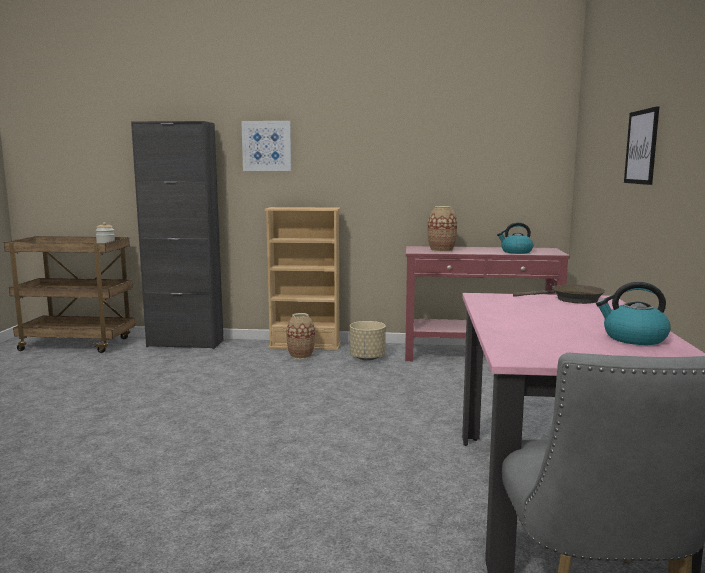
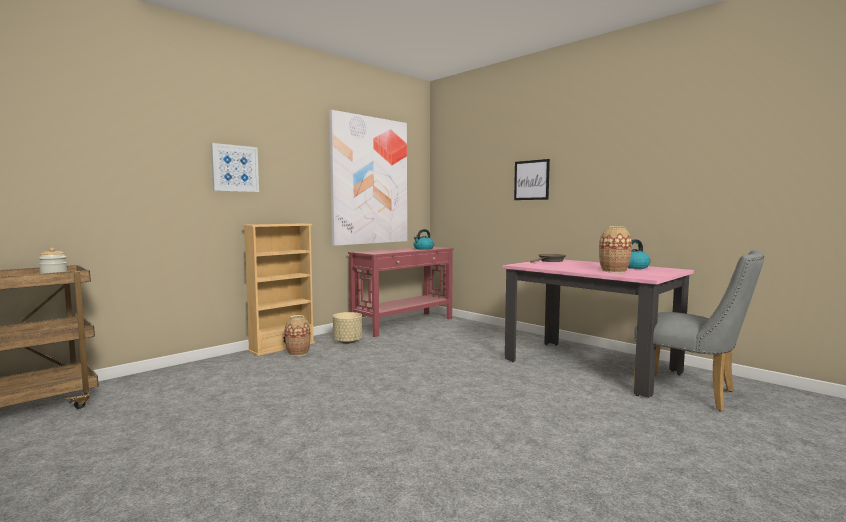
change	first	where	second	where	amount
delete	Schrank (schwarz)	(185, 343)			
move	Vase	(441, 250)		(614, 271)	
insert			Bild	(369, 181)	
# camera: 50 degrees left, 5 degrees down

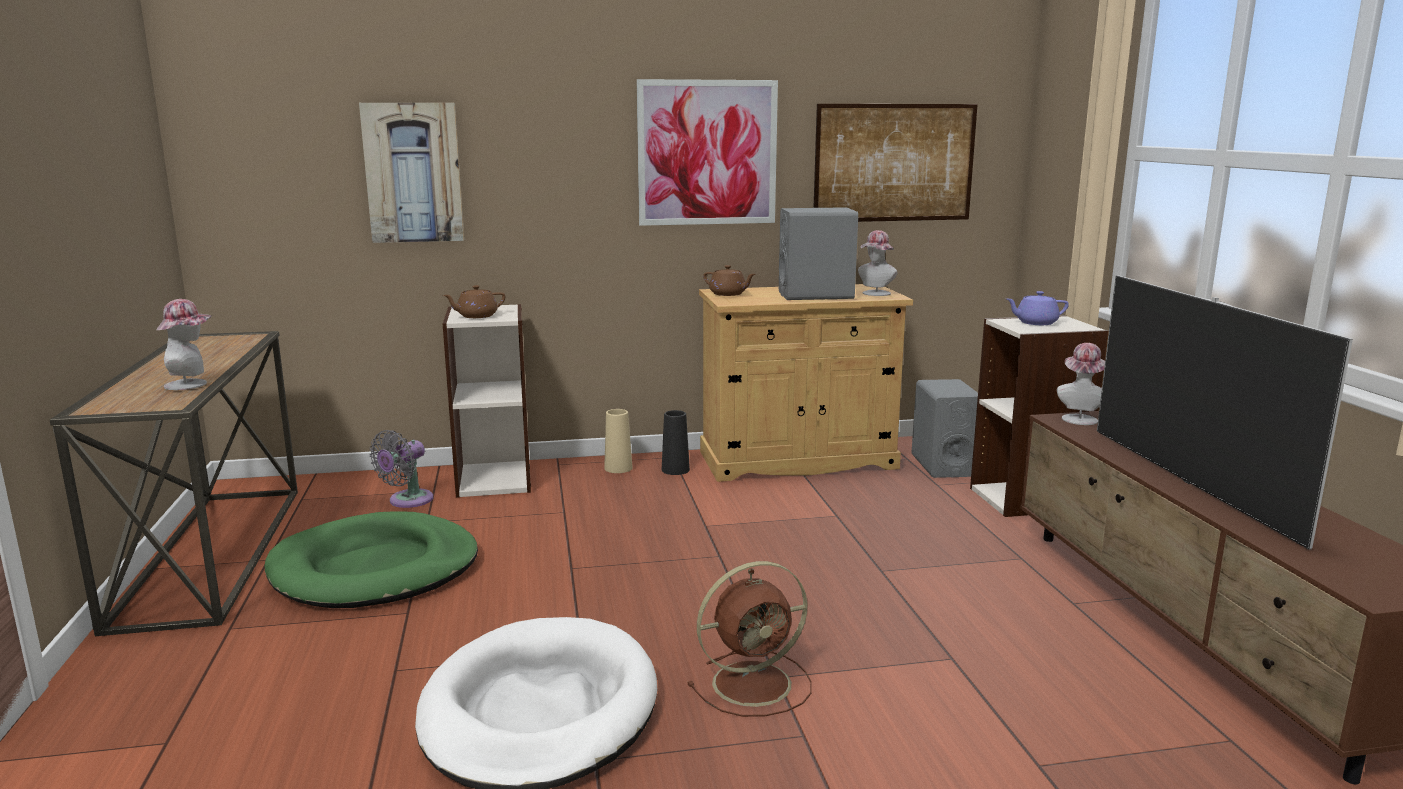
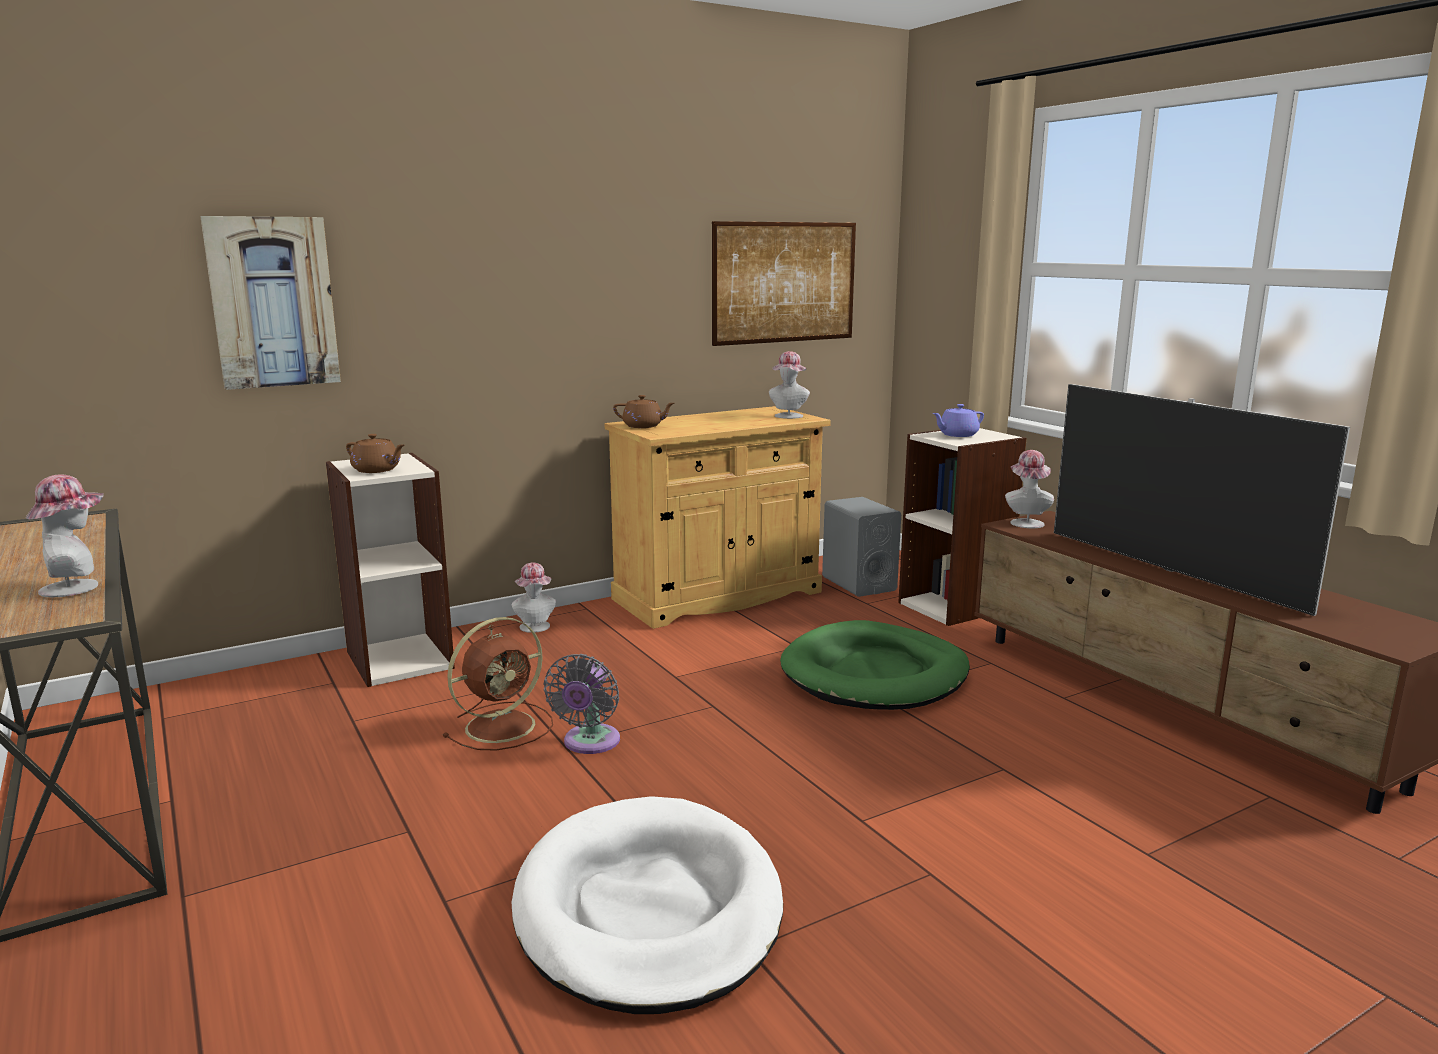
change	first	where	second	where	amount
delete	Bild	(707, 153)			
delete	Lautsprecher (grau)	(816, 295)			
rotate	Teekanne (braun)	(476, 316)		(377, 470)	105 degrees counterclockwise
replace	Vase (beige)	(618, 468)	Hut	(535, 628)	
delete	Vase (schwarz)	(675, 470)			
move	Ventilator (grau)	(407, 501)		(589, 743)	
move	Hundebett (grün)	(375, 569)		(875, 674)	
move	Ventilator (braun)	(755, 683)		(503, 726)	
# camera: 20 degrees left, 0 degrees up

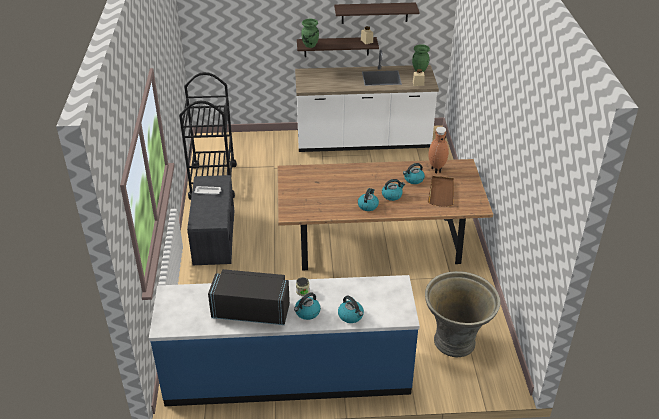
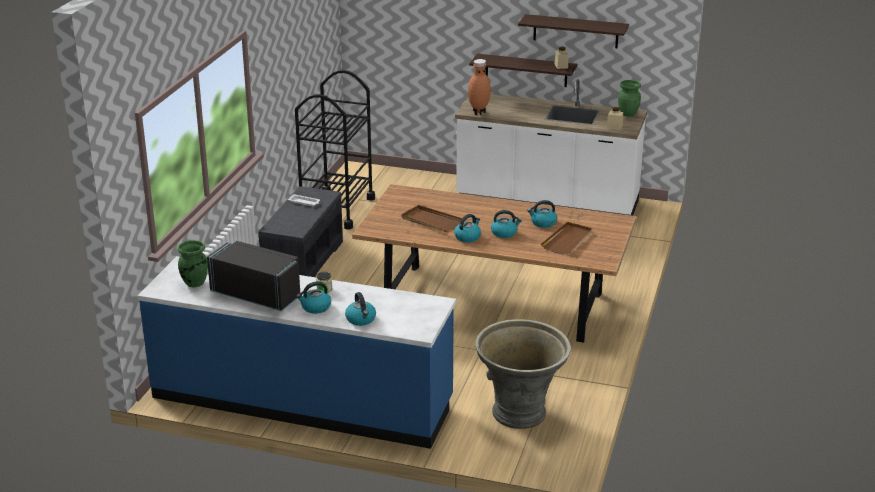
change	first	where	second	where	amount
move	Vase (grün)	(310, 45)		(194, 283)	
move	Vase (braun)	(436, 169)		(478, 112)	
insert			Tablett (braun)	(431, 221)	
# camera: 20 degrees right, 10 degrees down

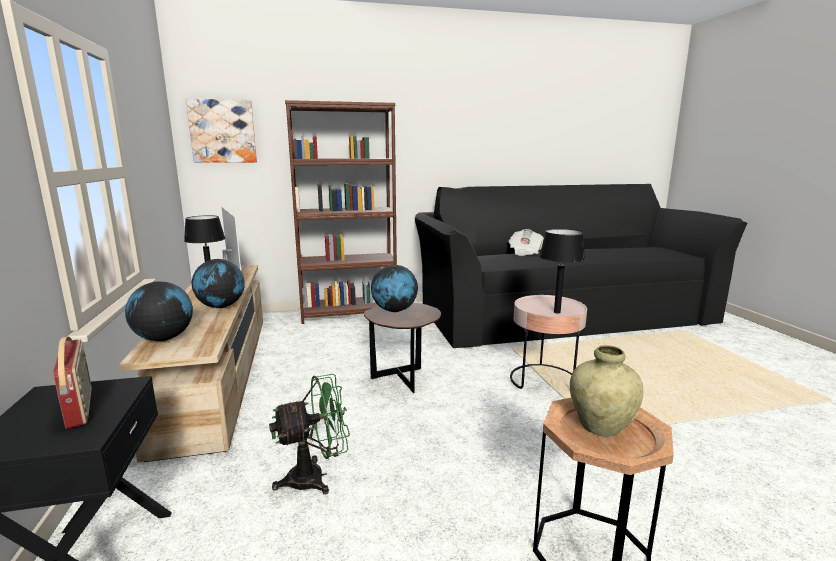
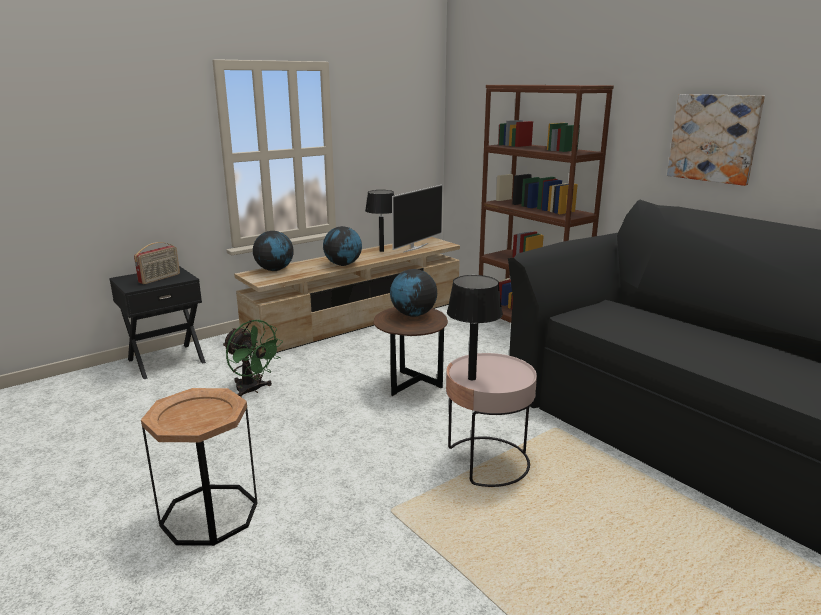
change	first	where	second	where	amount
move	Bild	(223, 131)		(714, 138)	
delete	Zeitung	(525, 252)			
delete	Vase (beige)	(600, 427)			
# camera: 65 degrees right, 5 degrees up

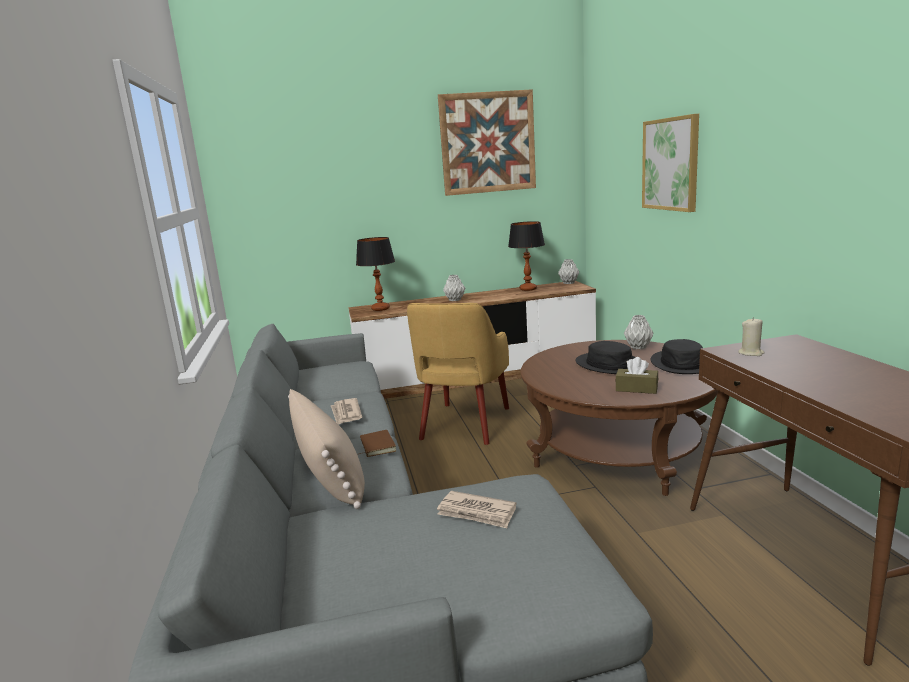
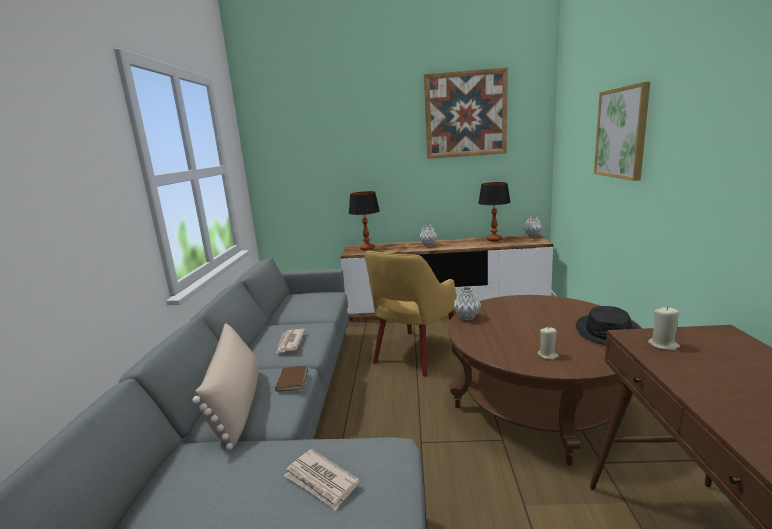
change	first	where	second	where	amount
move	Vase (grau)	(638, 347)		(467, 317)	
delete	Hut (schwarz)	(609, 364)			
replace	Taschentuchbox (braun)	(636, 388)	Kerze (beige)	(547, 355)	
# camera: 15 degrees right, 0 degrees up

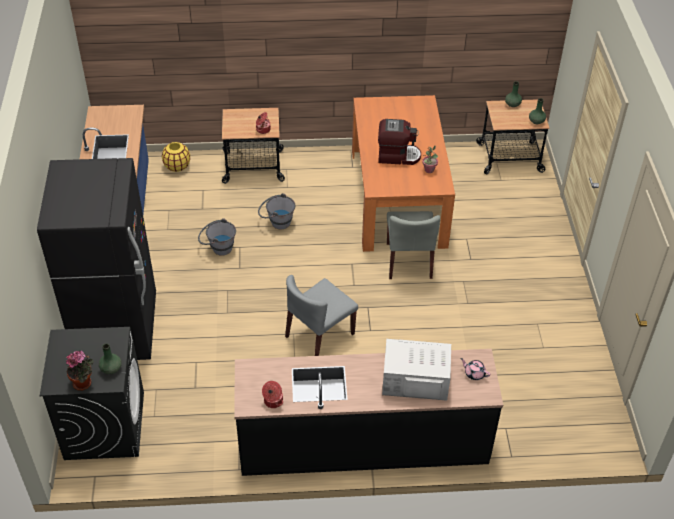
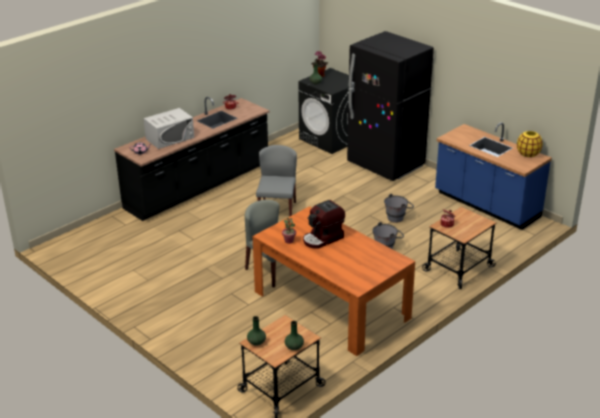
change	first	where	second	where	amount
move	Vase (gelb)	(177, 167)		(528, 154)	
# camera: 140 degrees right, 15 degrees down

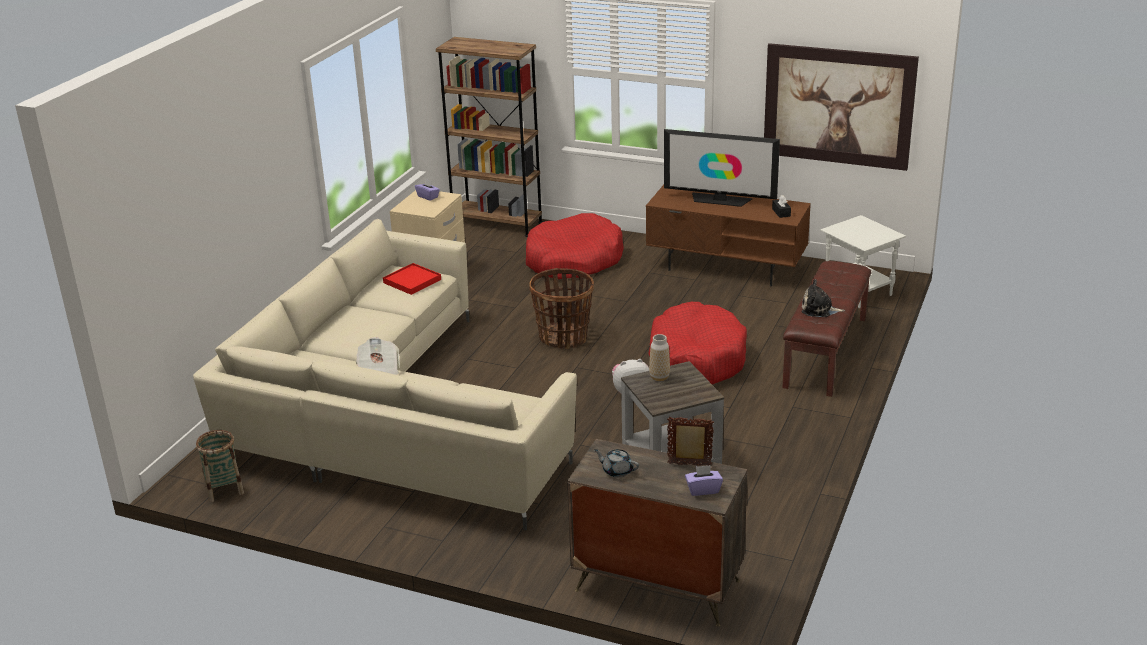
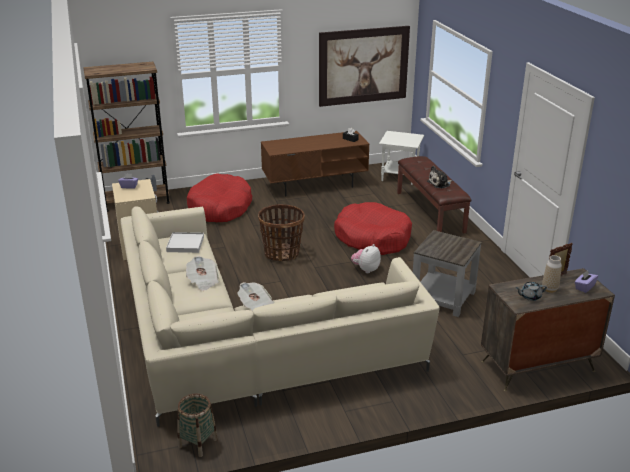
change	first	where	second	where	amount
delete	Fernseher	(720, 200)			
recolor	Tablett (rot)	(412, 281)	Tablett (weiß)	(185, 244)	
move	Vase	(659, 377)		(549, 289)	
insert			Zeitung	(203, 281)	
# camera: 40 degrees left, 0 degrees up

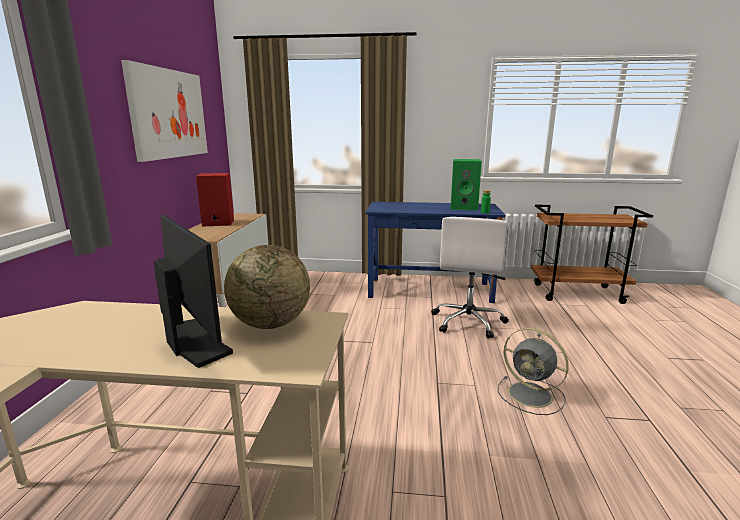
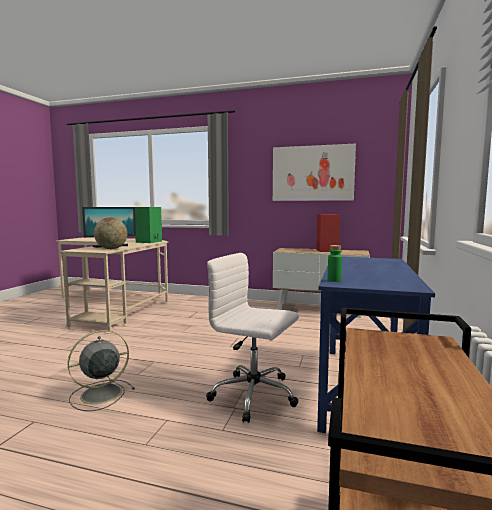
change	first	where	second	where	amount
move	Lautsprecher (grün)	(464, 207)		(149, 242)	
# camera: 100 degrees right, 10 degrees down

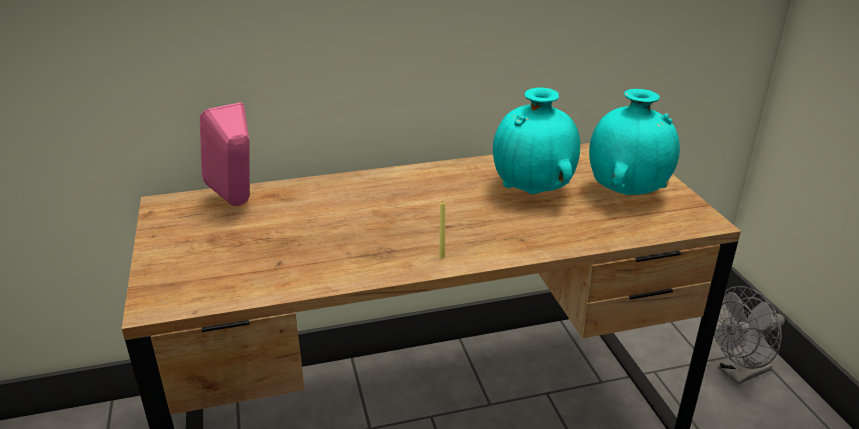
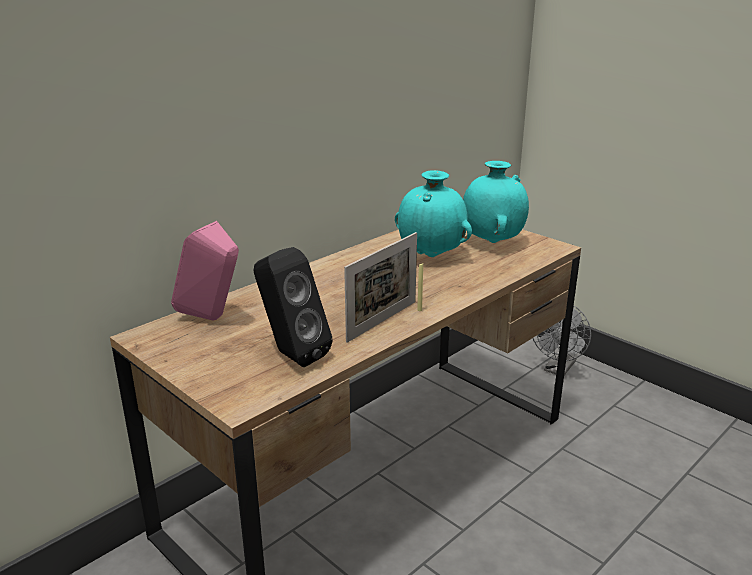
change	first	where	second	where	amount
insert			Bilderrahmen	(382, 321)	
insert			Lautsprecher (schwarz)	(291, 355)	
# camera: 30 degrees left, 5 degrees down

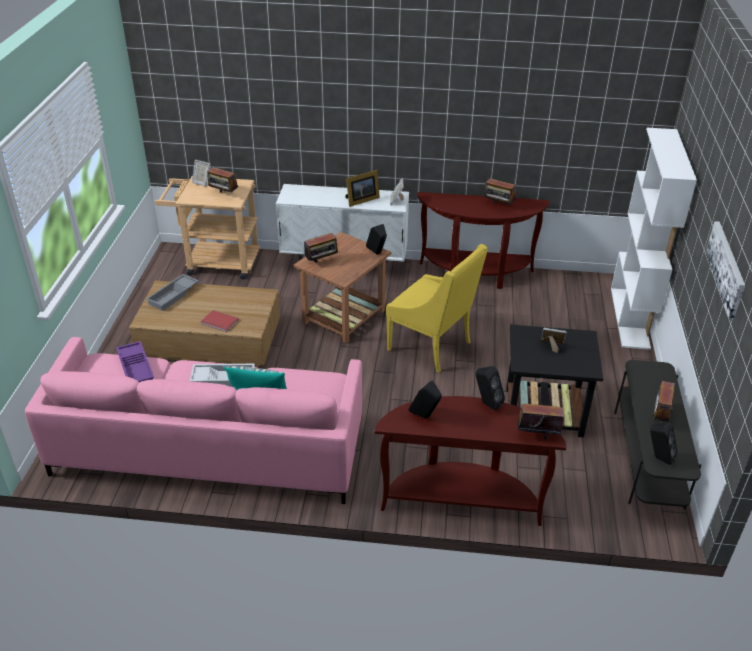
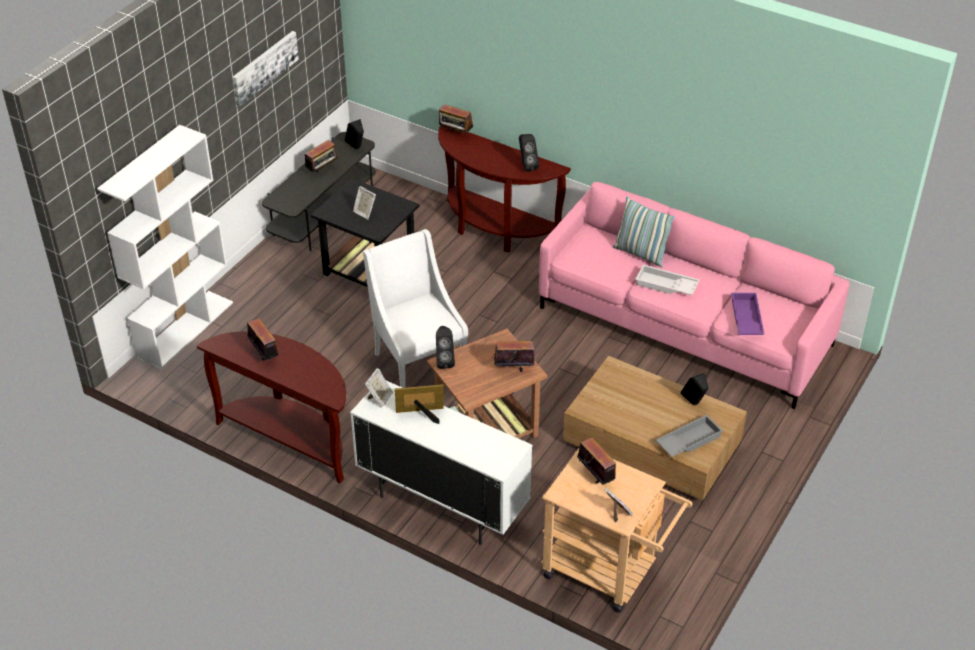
change	first	where	second	where	amount
recolor	Sessel (gelb)	(432, 346)	Sessel (weiß)	(417, 362)	
delete	Buch (rot)	(219, 323)			
move	Lautsprecher (schwarz)	(486, 403)		(694, 403)	
# camera: 155 degrees left, 5 degrees up

